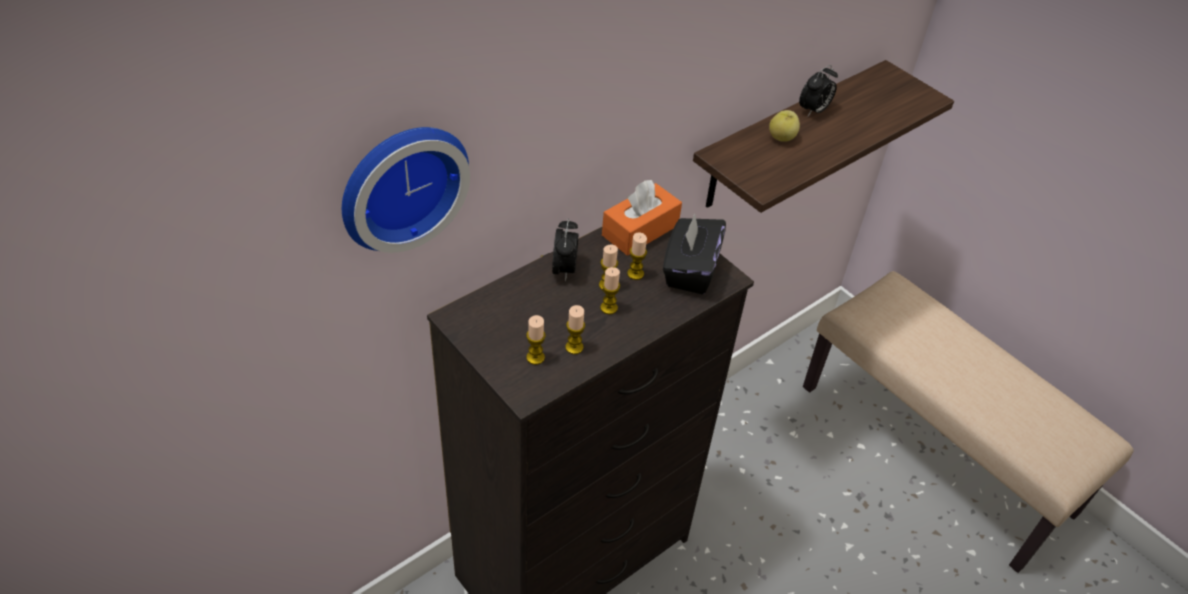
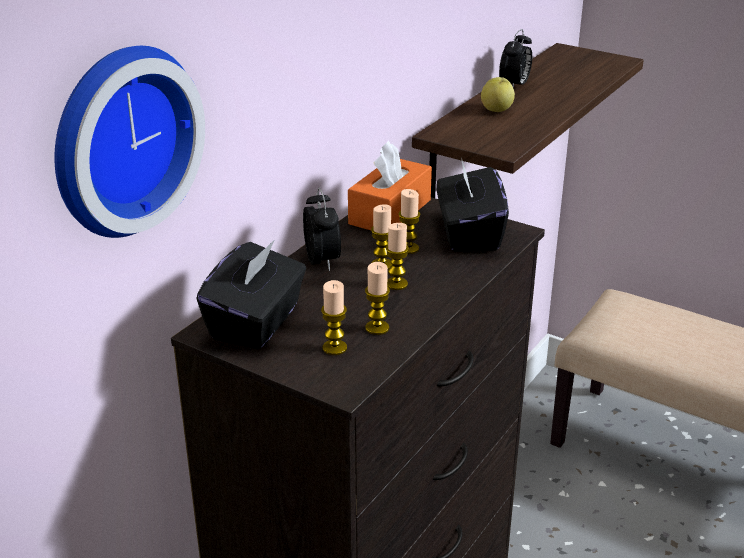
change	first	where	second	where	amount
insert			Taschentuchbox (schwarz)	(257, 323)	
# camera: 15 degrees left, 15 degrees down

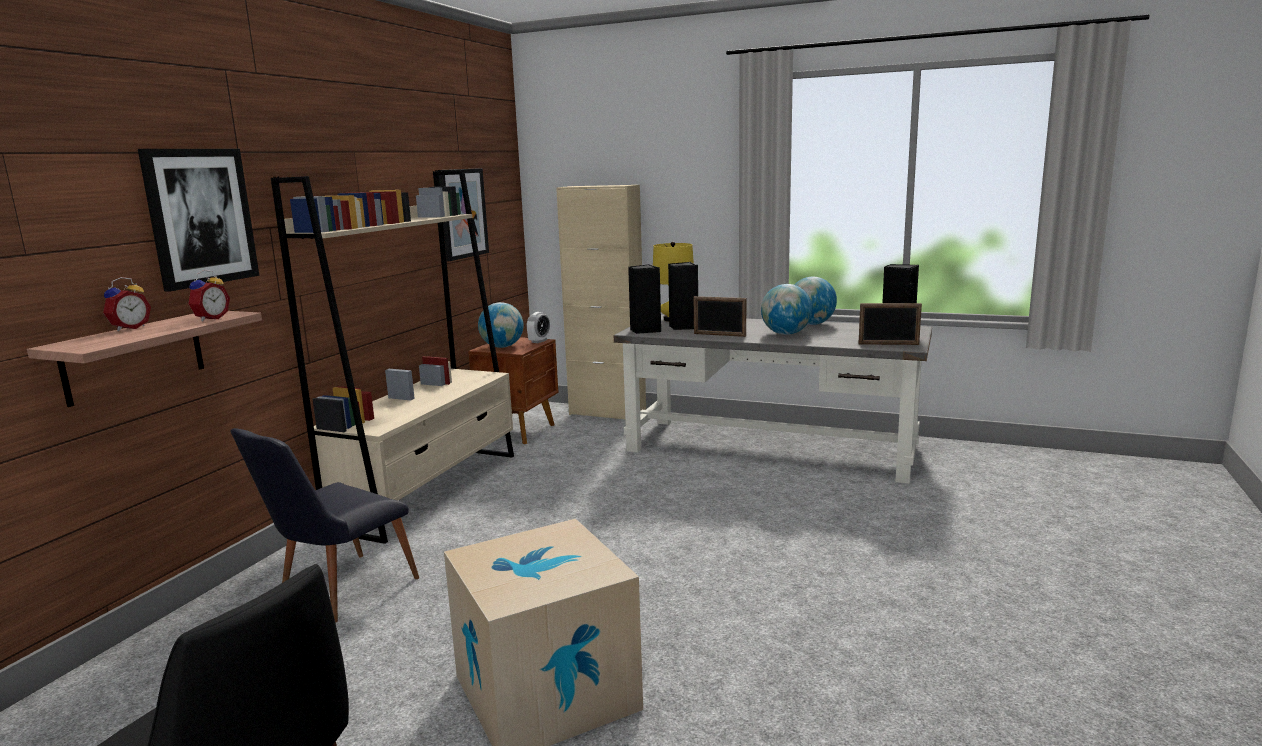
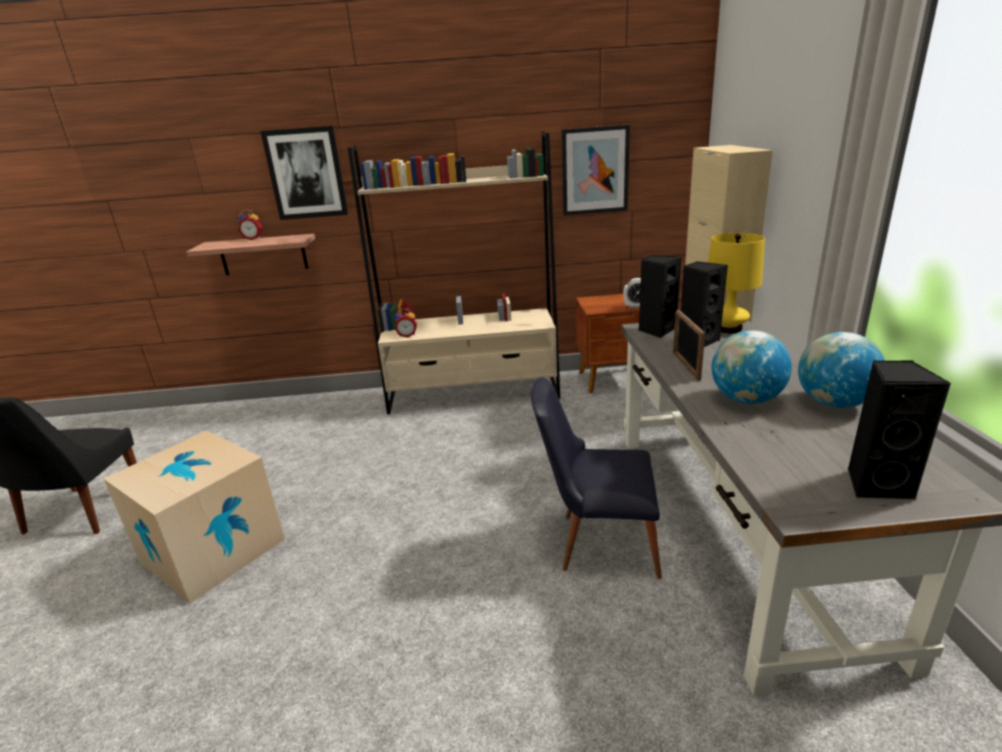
change	first	where	second	where	amount
move	Wecker	(210, 318)		(407, 335)	
delete	Globus	(502, 347)			
delete	Bilderrahmen	(888, 344)			
move	Stuhl (schwarz)	(337, 592)		(597, 542)	
# camera: 65 degrees right, 10 degrees up

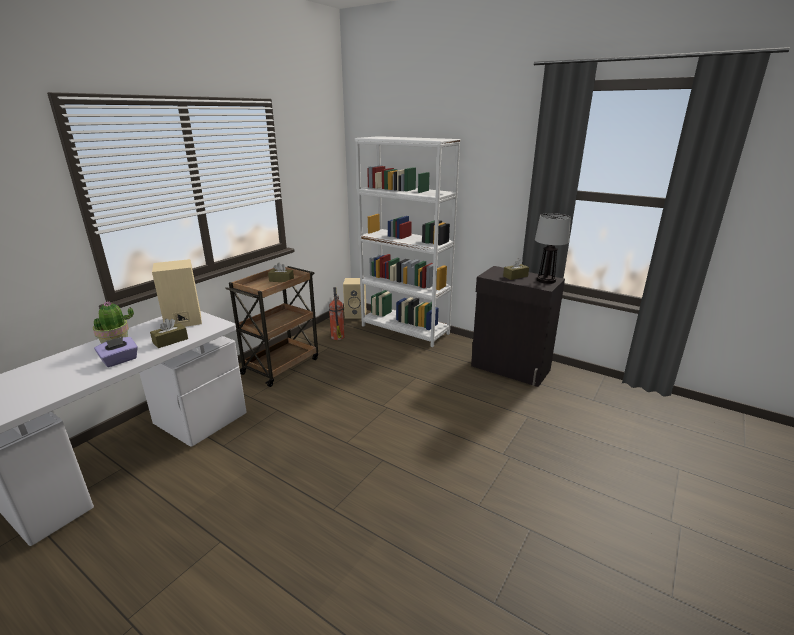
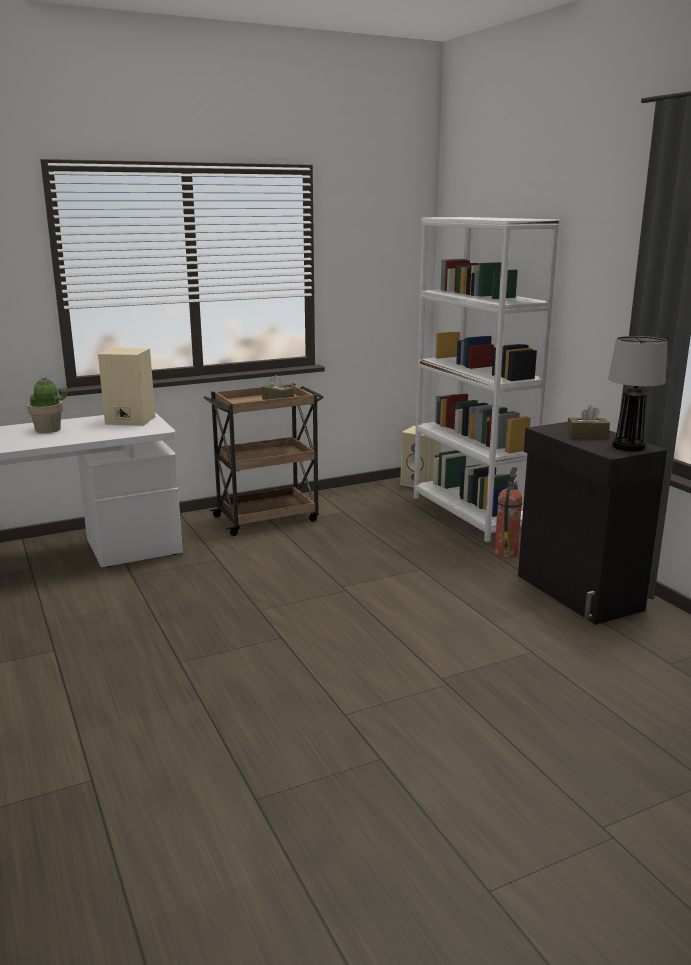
change	first	where	second	where	amount
move	Feuerlöscher	(337, 336)		(506, 552)	
delete	Taschentuchbox (braun)	(170, 341)			
delete	Taschentuchbox (lila)	(120, 360)			
# camera: 30 degrees right, 5 degrees down

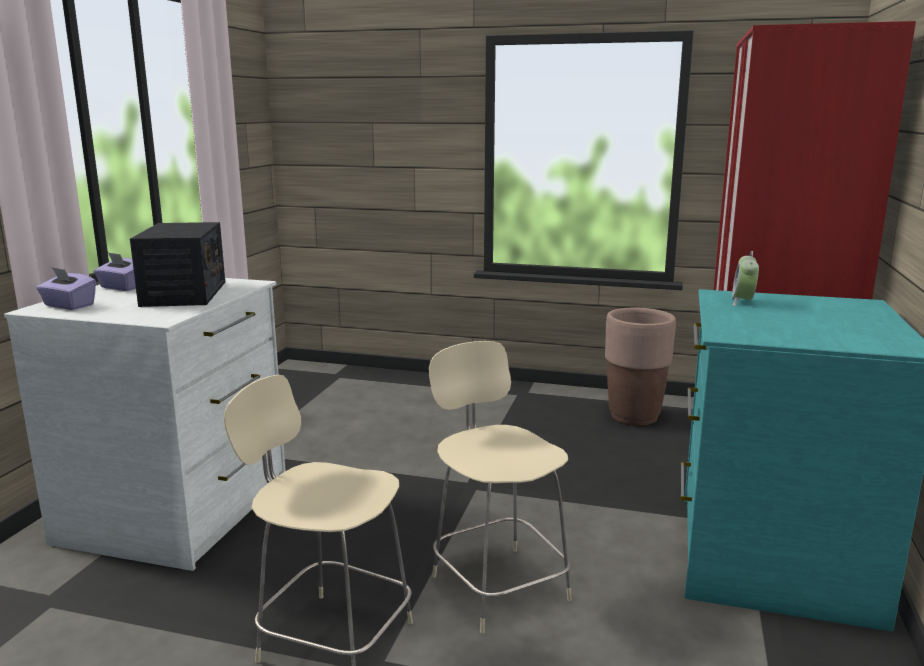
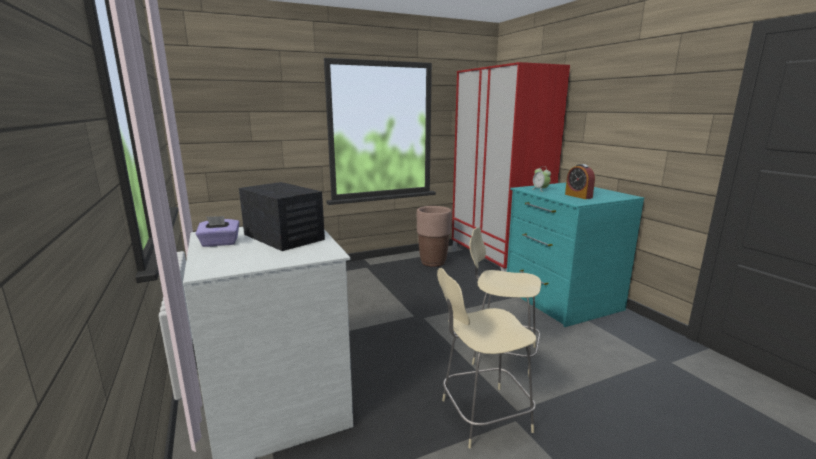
change	first	where	second	where	amount
delete	Taschentuchbox (lila)	(68, 306)			
insert			Wecker	(578, 196)	
# camera: 40 degrees left, 0 degrees up

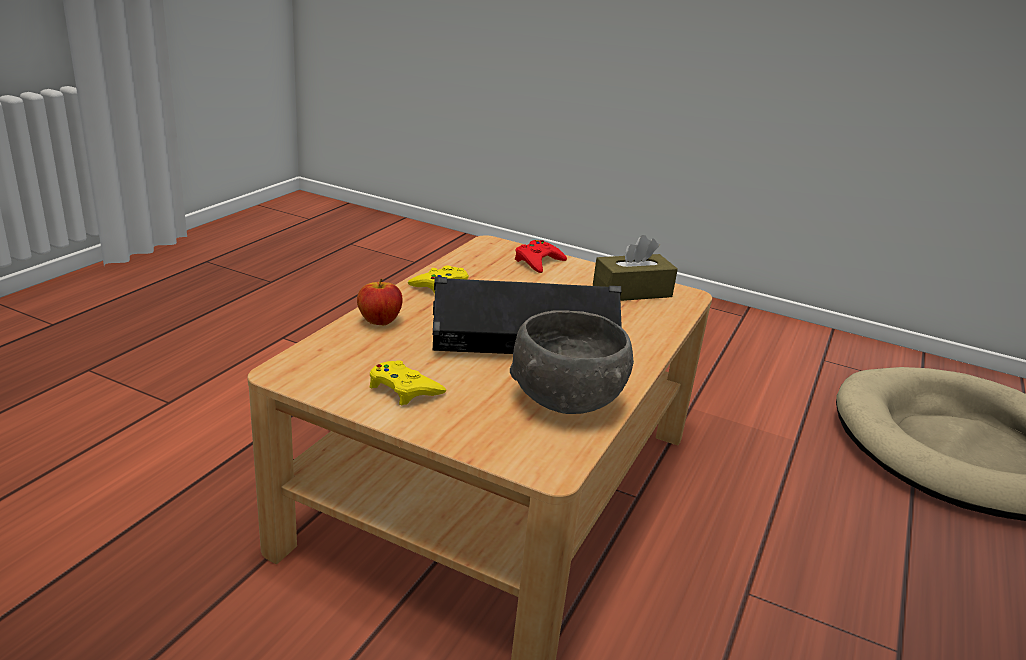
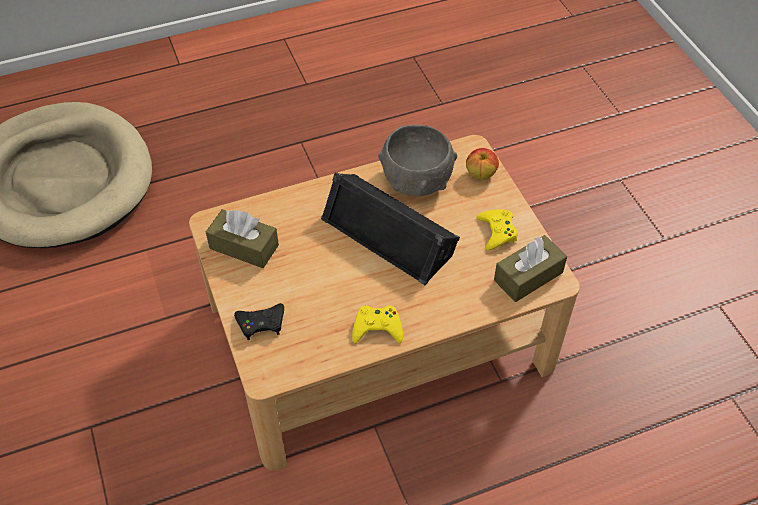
change	first	where	second	where	amount
recolor	Gamepad (rot)	(538, 262)	Gamepad (schwarz)	(261, 323)	
move	Apfel	(379, 321)		(481, 174)	
insert			Taschentuchbox (braun)	(528, 276)	
# camera: 135 degrees left, 25 degrees up

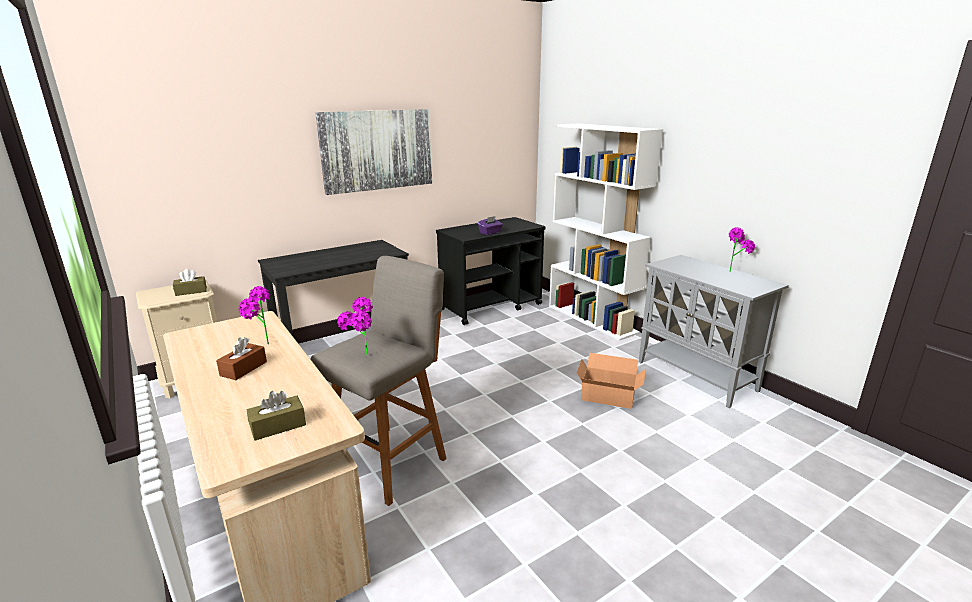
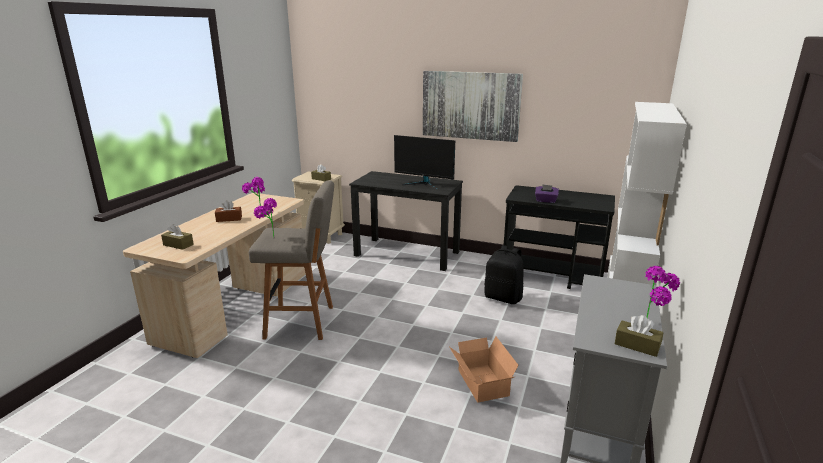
change	first	where	second	where	amount
insert			Monitor	(424, 184)	
insert			Rucksack (schwarz)	(503, 297)	
insert			Taschentuchbox (braun)	(637, 345)	
# camera: 55 degrees right, 0 degrees up

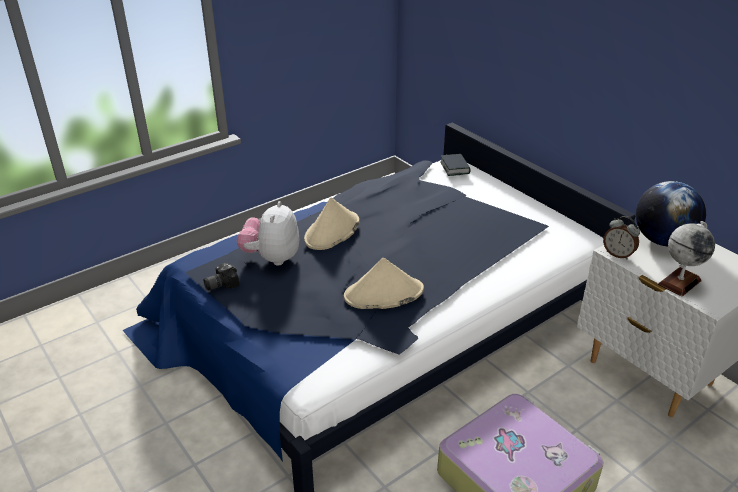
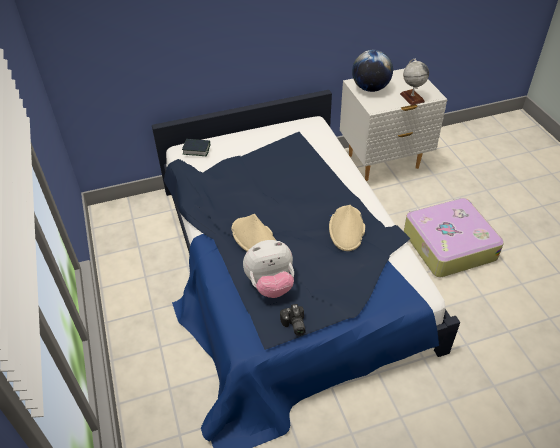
change	first	where	second	where	amount
rotate	Plüschtier	(272, 258)		(270, 285)	45 degrees counterclockwise
delete	Wecker	(618, 254)			
# camera: 70 degrees left, 10 degrees up

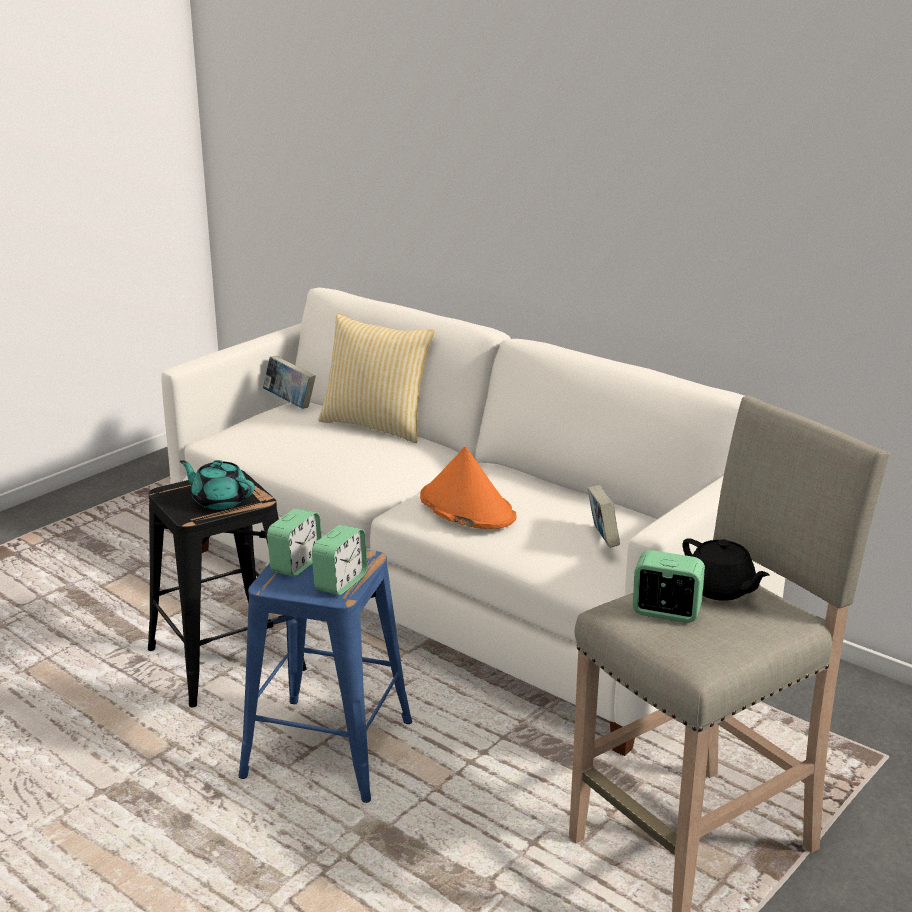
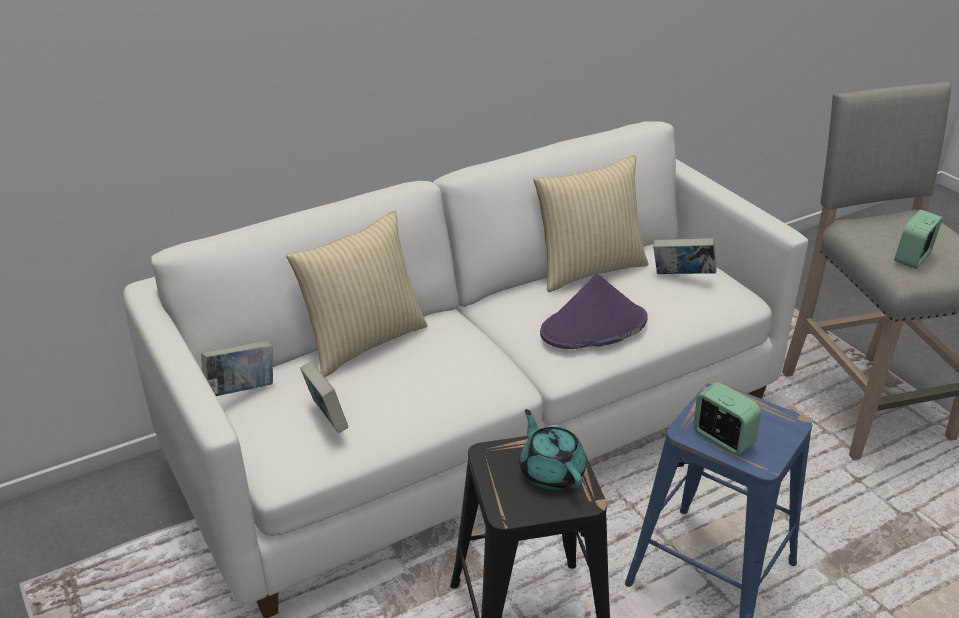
change	first	where	second	where	amount
recolor	Hut (orange)	(466, 507)	Hut (lila)	(593, 327)	
rotate	Teekanne (türkis)	(219, 501)		(551, 471)	105 degrees clockwise
delete	Wecker	(340, 583)			
delete	Teekanne (schwarz)	(720, 590)			
insert			Kissen	(588, 269)	
insert			Buch	(326, 419)	
# camera: 70 degrees left, 10 degrees up

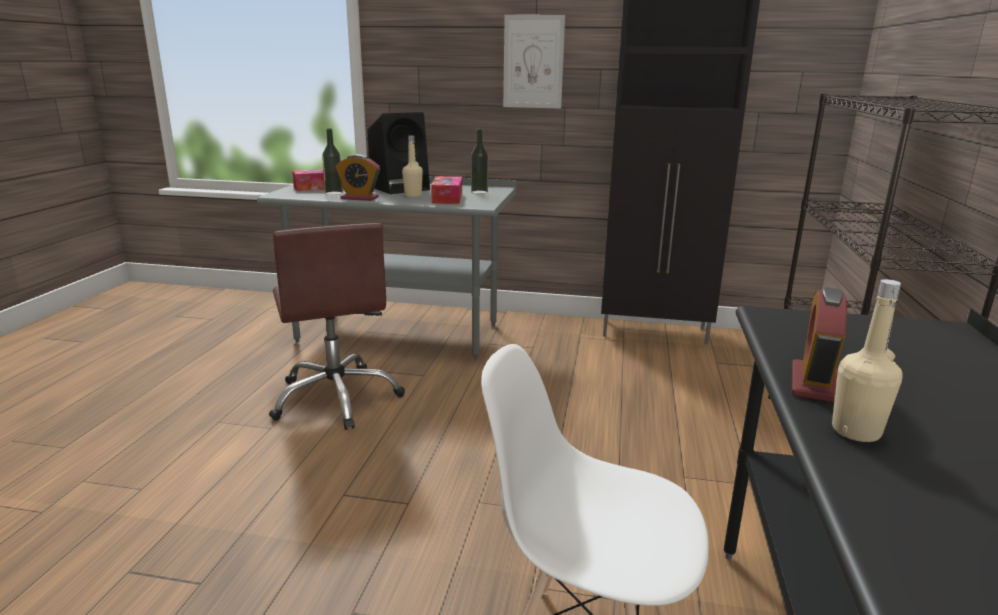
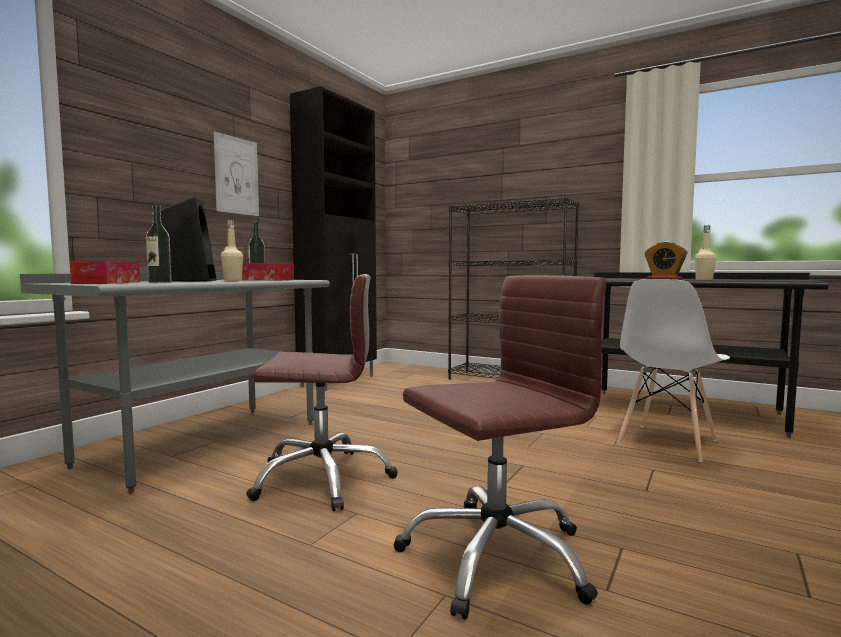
change	first	where	second	where	amount
delete	Wecker	(359, 198)			
insert			Bürostuhl (braun)	(495, 556)	
# camera: 70 degrees left, 15 degrees down

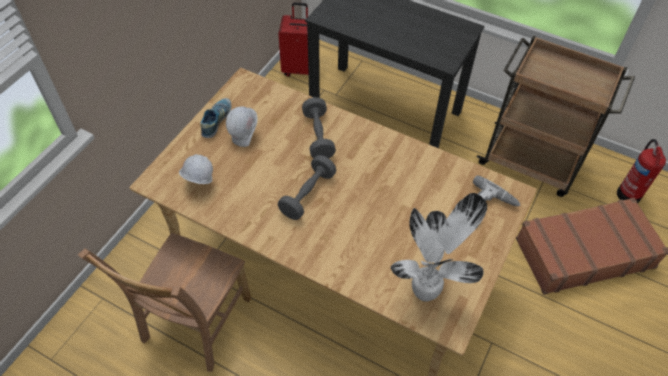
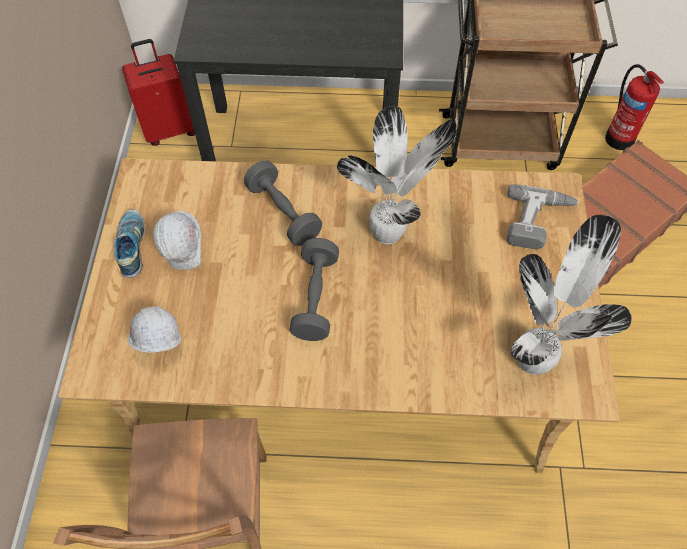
change	first	where	second	where	amount
insert			Topfpflanze	(390, 234)	
# camera: 25 degrees left, 5 degrees up

